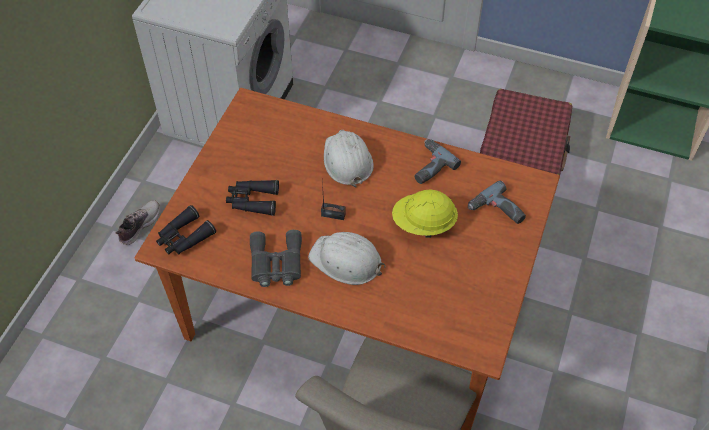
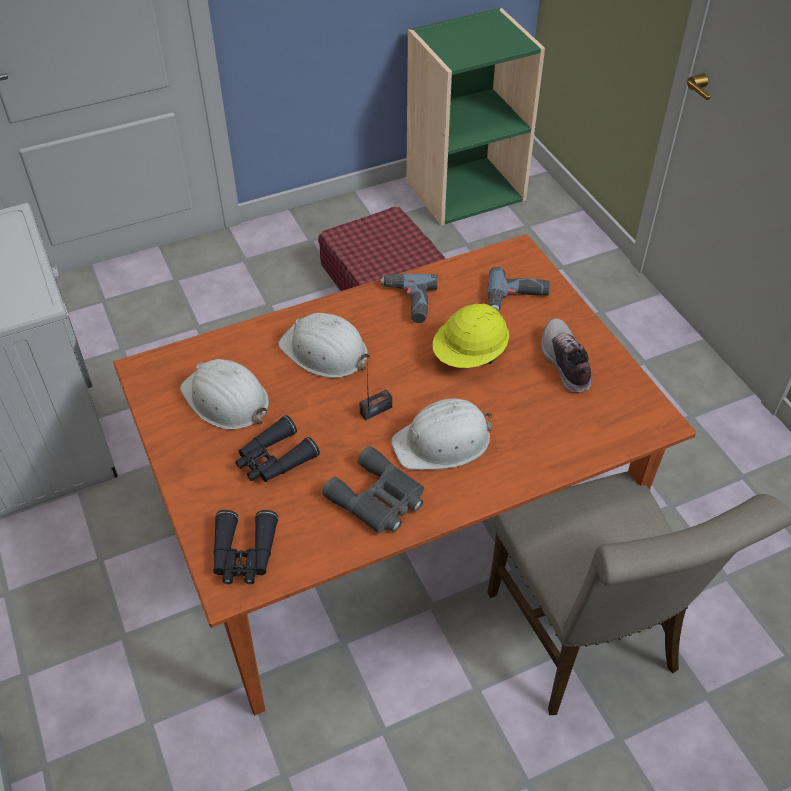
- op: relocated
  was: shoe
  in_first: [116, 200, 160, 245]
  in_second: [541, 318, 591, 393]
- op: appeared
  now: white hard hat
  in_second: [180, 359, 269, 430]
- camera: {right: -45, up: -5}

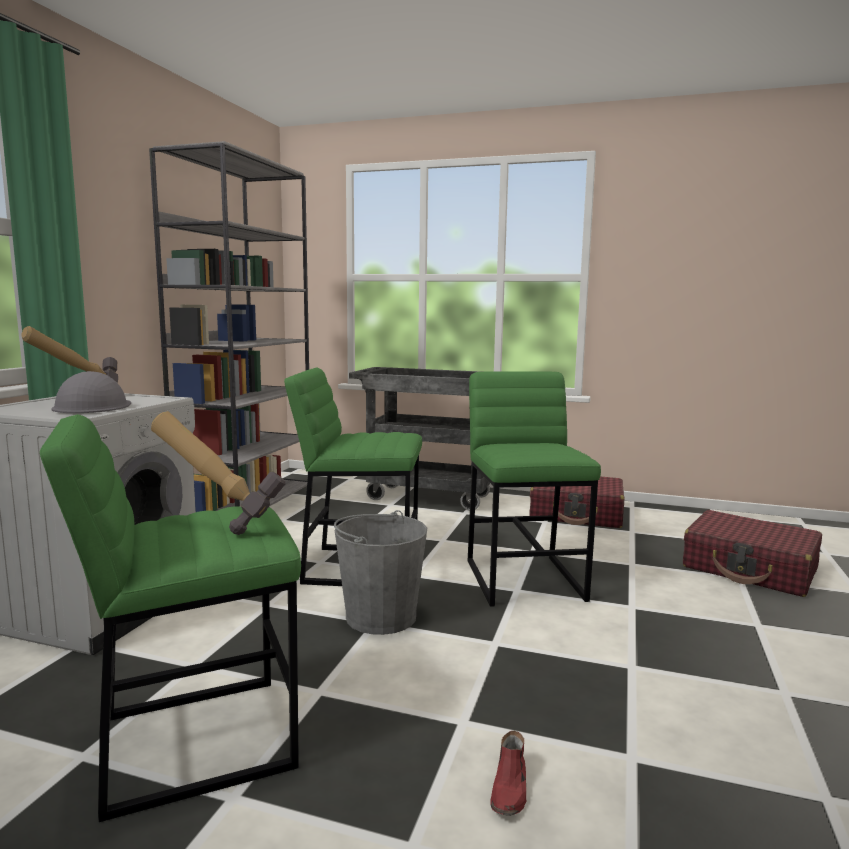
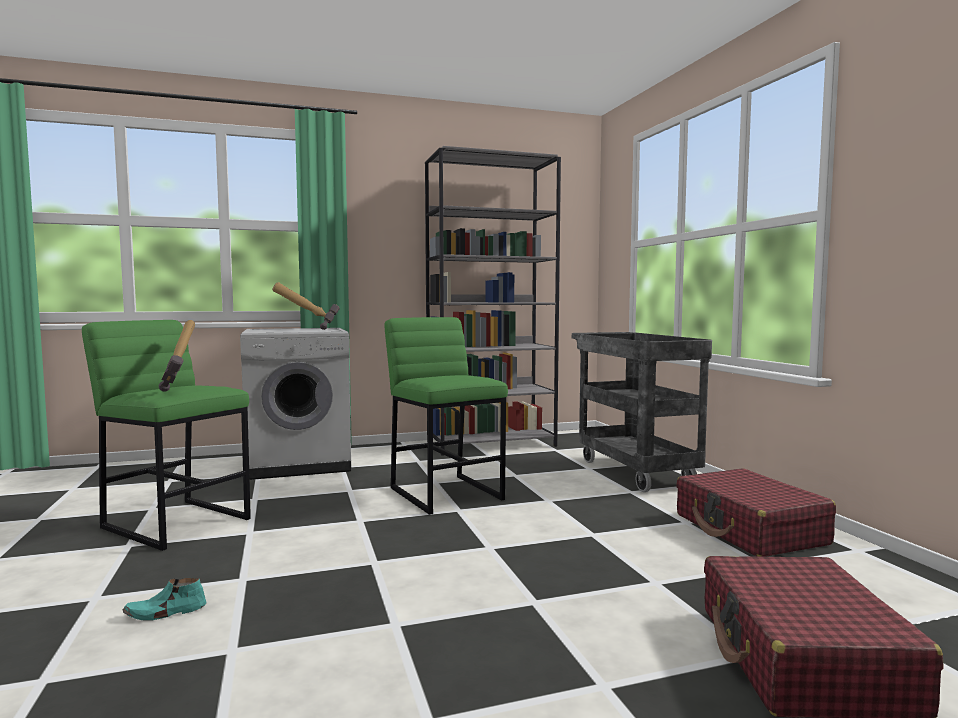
- op: missing
  was: grey hard hat
  in_first: [51, 371, 131, 413]
- op: missing
  was: green stool
  in_first: [468, 371, 601, 607]
- op: missing
  was: grey bucket
  in_first: [334, 510, 427, 635]
- op: colour
  was: red shoe
  now: turquoise shoe
  in_first: [490, 730, 526, 816]
  in_second: [123, 578, 206, 620]
- camera: {right: 55, up: -5}

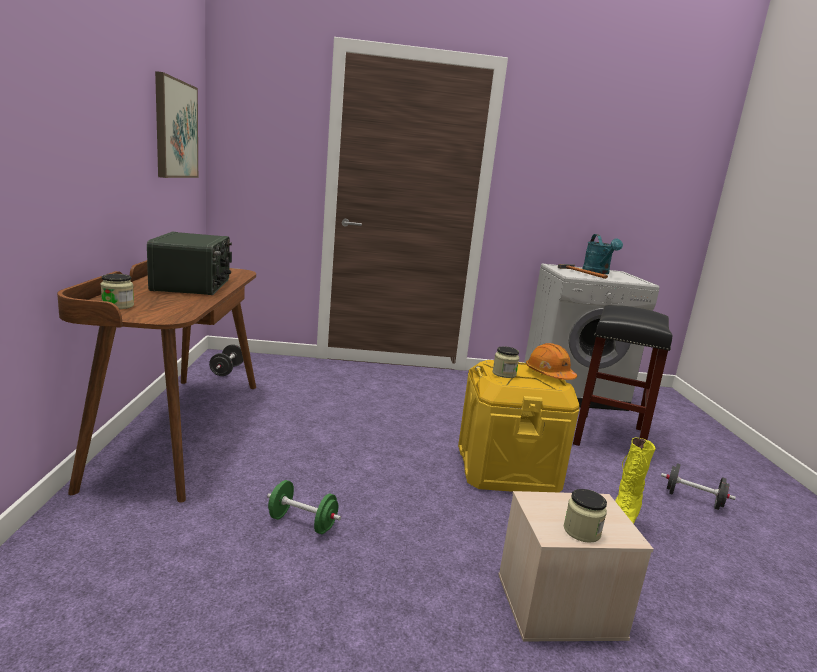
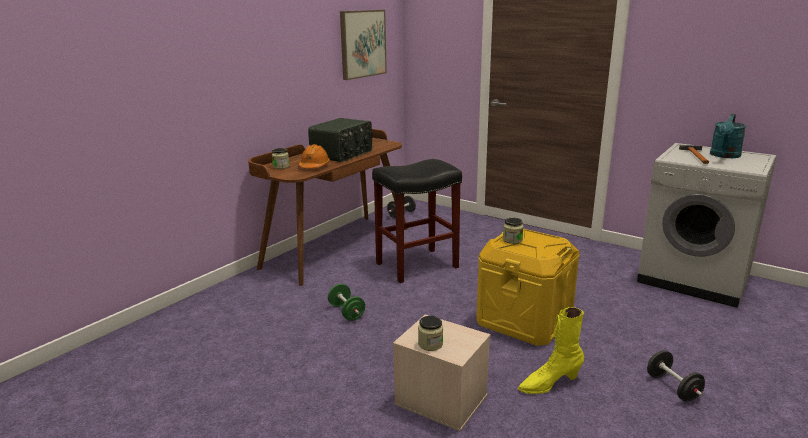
- op: relocated
  was: black stool
  in_first: [573, 305, 672, 446]
  in_second: [372, 159, 462, 283]
- op: relocated
  was: orange hard hat
  in_first: [526, 343, 577, 380]
  in_second: [299, 144, 330, 168]
- camera: {right: 40, up: 5}

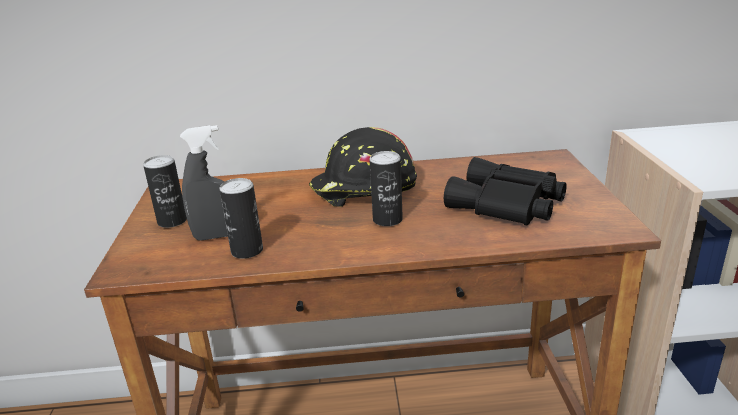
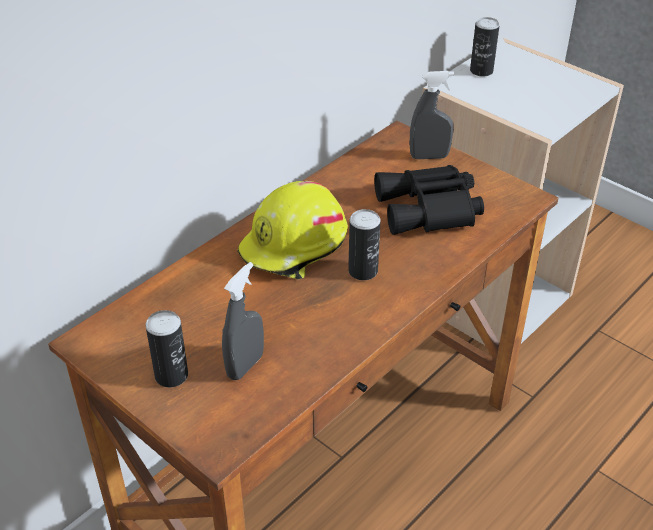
- op: colour
  was: black hard hat
  now: yellow hard hat
  in_first: [309, 127, 417, 207]
  in_second: [237, 181, 348, 279]
- op: relocated
  was: can
  in_first: [219, 178, 263, 259]
  in_second: [470, 17, 500, 77]
- op: appeared
  now: grey spray bottle
  in_second: [410, 71, 454, 159]
- camera: {right: -45, up: 15}

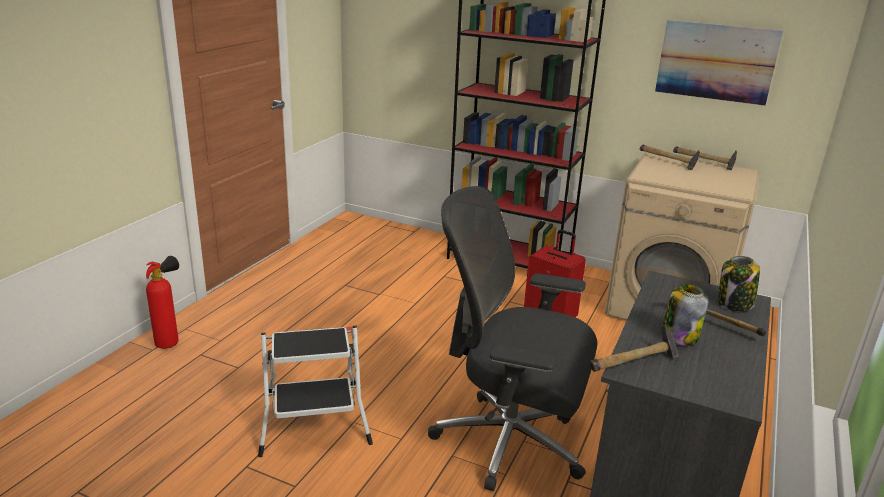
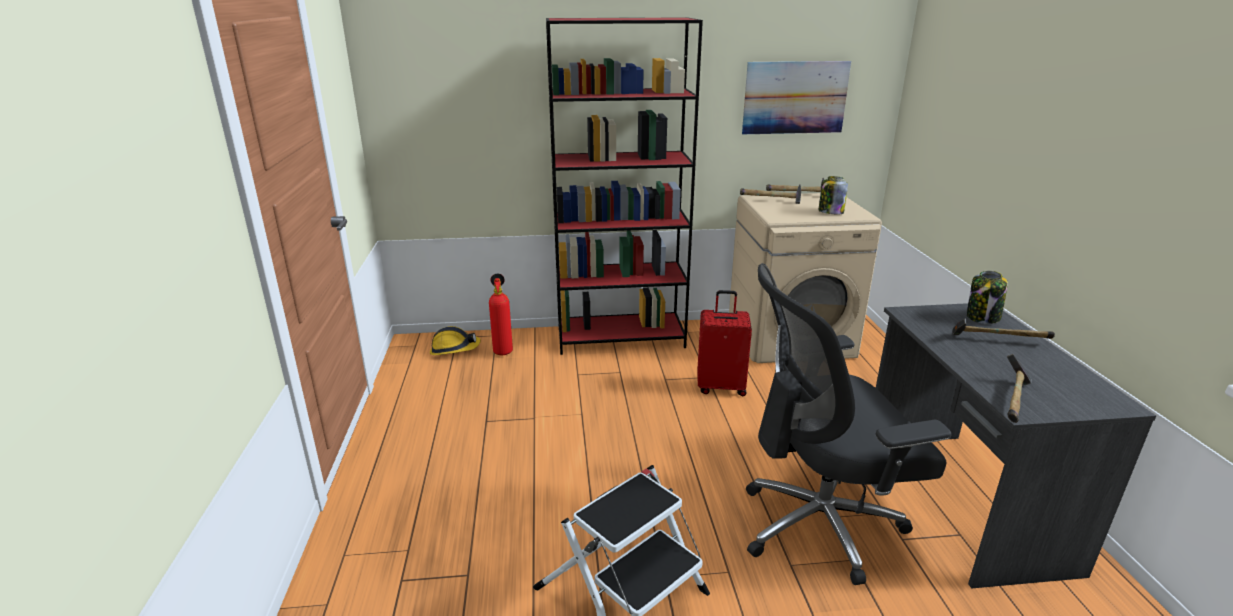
- op: relocated
  was: fire extinguisher
  in_first: [146, 256, 179, 349]
  in_second: [489, 274, 513, 355]
- op: relocated
  was: jar
  in_first: [661, 284, 709, 346]
  in_second: [818, 176, 848, 214]
- op: appeared
  now: hard hat
  in_second: [430, 326, 481, 355]
- camera: {right: -30, up: 0}

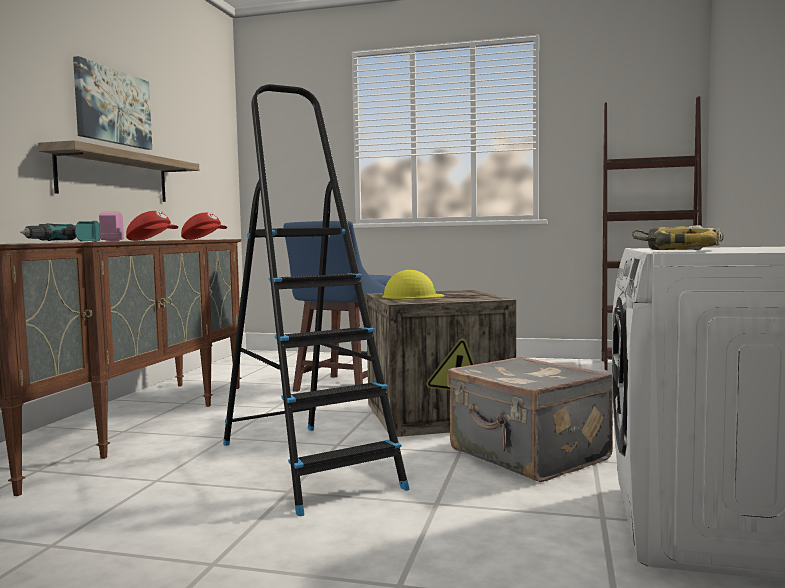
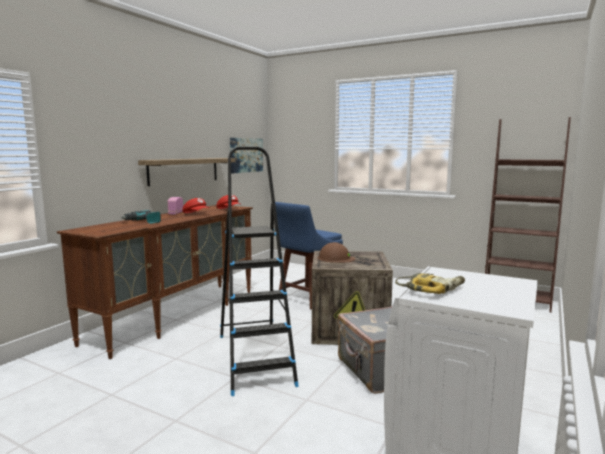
- op: relocated
  was: picture
  in_first: [73, 56, 152, 150]
  in_second: [230, 138, 263, 173]
- op: colour
  was: yellow hard hat
  now: brown hard hat
  in_first: [382, 270, 444, 299]
  in_second: [318, 242, 355, 263]
- camera: {right: 15, up: 5}

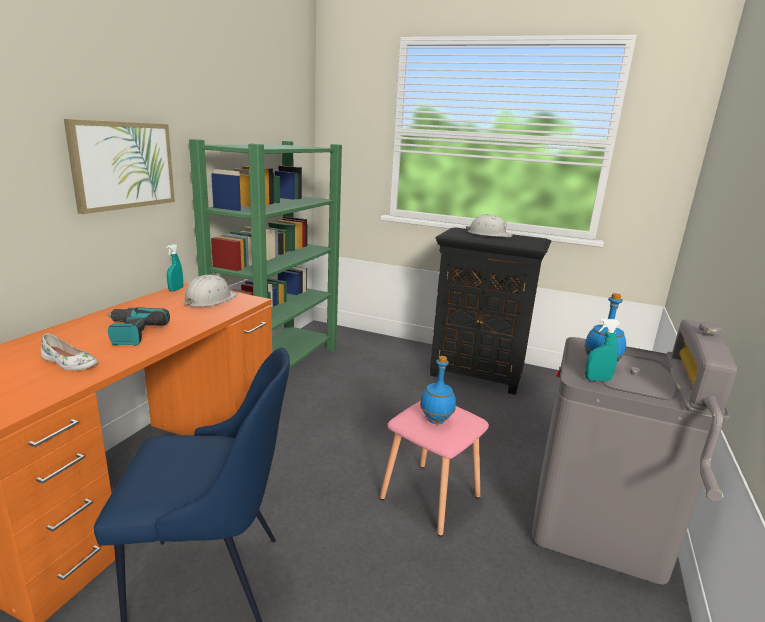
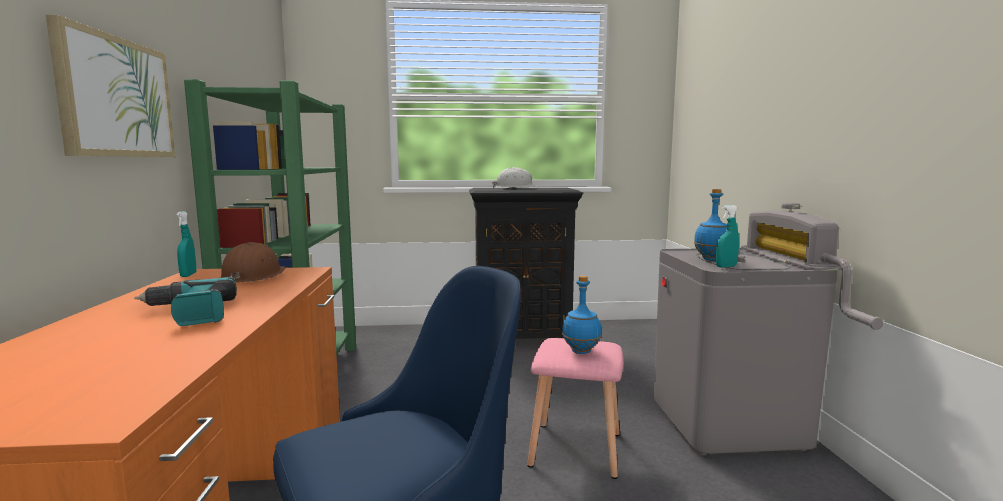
- op: colour
  was: white hard hat
  now: brown hard hat
  in_first: [183, 275, 238, 307]
  in_second: [221, 242, 286, 283]
- op: missing
  was: white shoe
  in_first: [41, 333, 98, 370]
- camera: {right: -25, up: -10}

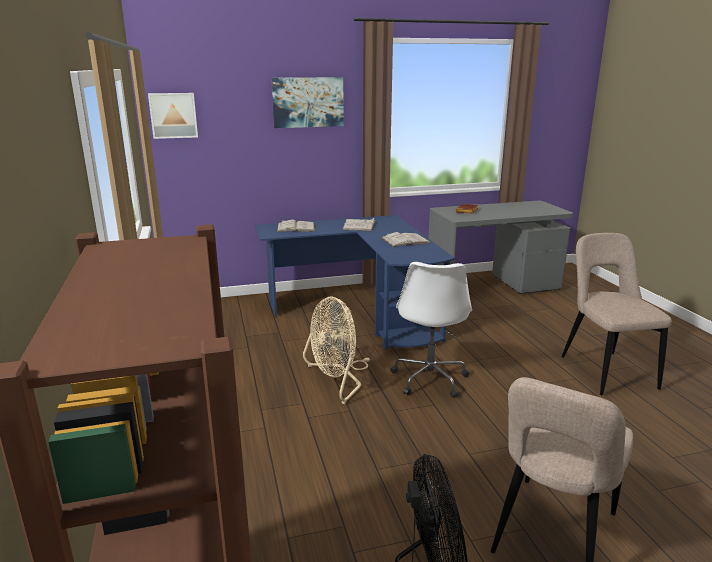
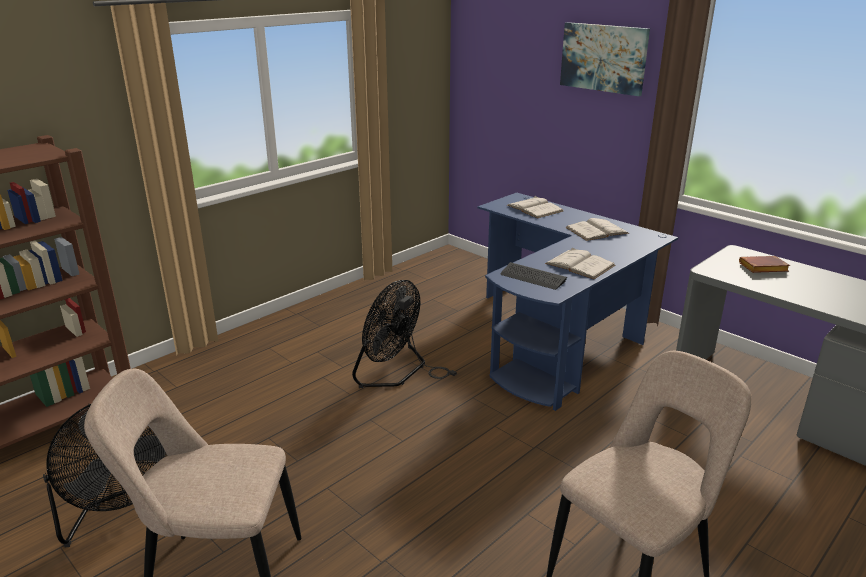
- op: missing
  was: picture
  in_first: [148, 93, 198, 139]
- op: missing
  was: white office chair
  in_first: [390, 262, 472, 398]
- op: colour
  was: beige fan
  now: black fan
  in_first: [303, 297, 370, 404]
  in_second: [352, 280, 457, 388]
- op: appeared
  now: keyboard
  in_second: [500, 262, 567, 290]
- camera: {right: 60, up: 5}

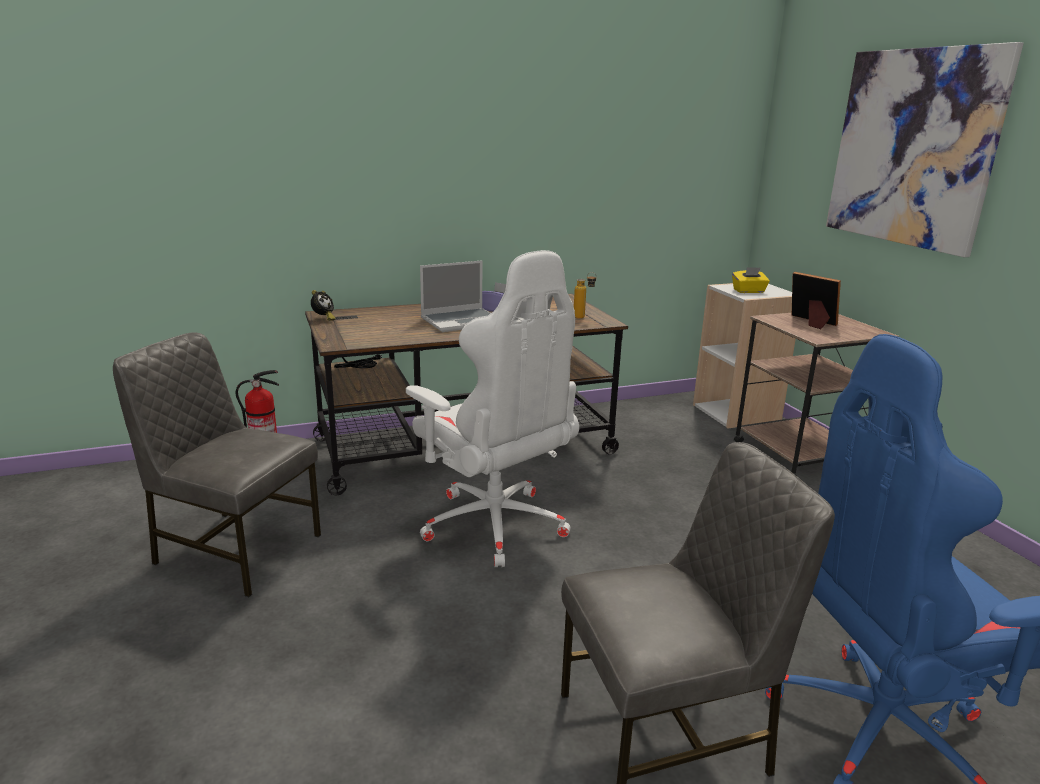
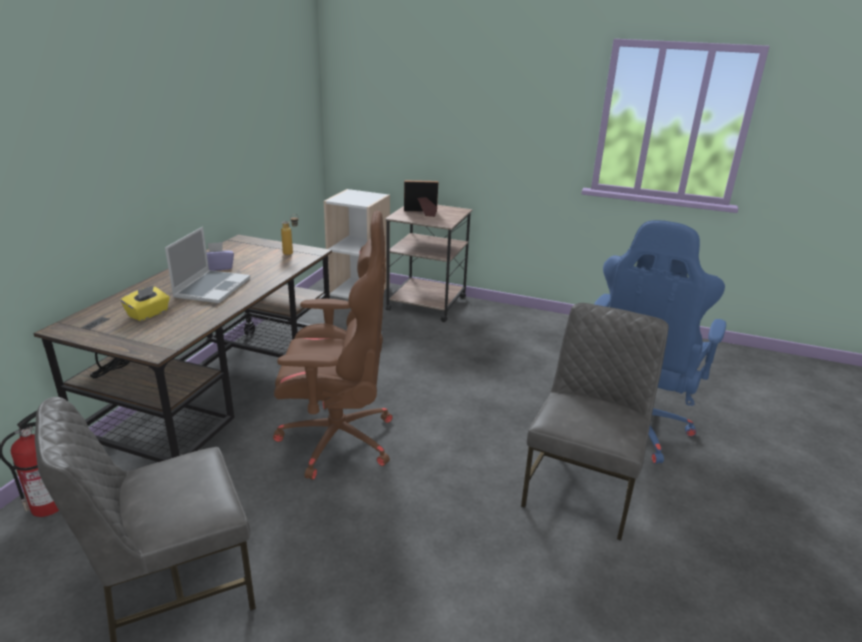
- op: missing
  was: picture
  in_first: [826, 42, 1023, 257]
- op: colour
  was: white office chair
  now: brown office chair
  in_first: [406, 250, 579, 567]
  in_second: [273, 210, 393, 480]
- op: relocated
  was: yellow tissue box
  in_first: [732, 267, 770, 293]
  in_second: [121, 285, 170, 321]
- op: missing
  was: alarm clock
  in_first: [311, 290, 336, 321]
- camera: {right: -50, up: 5}

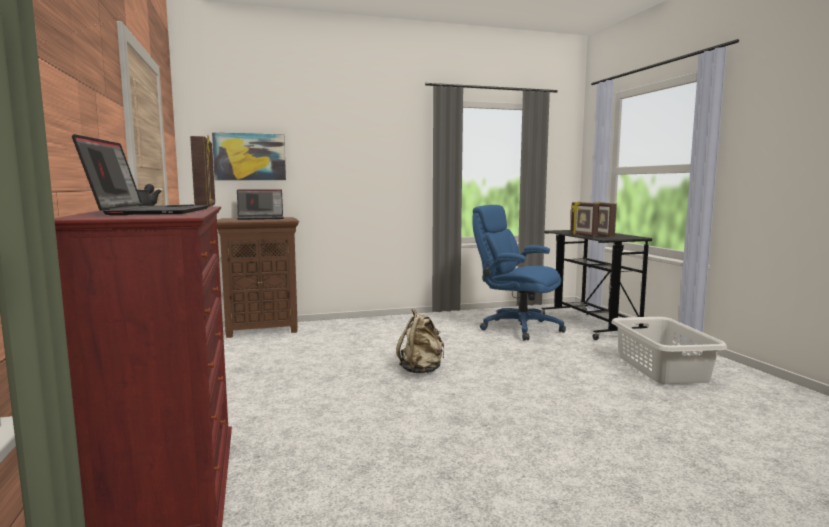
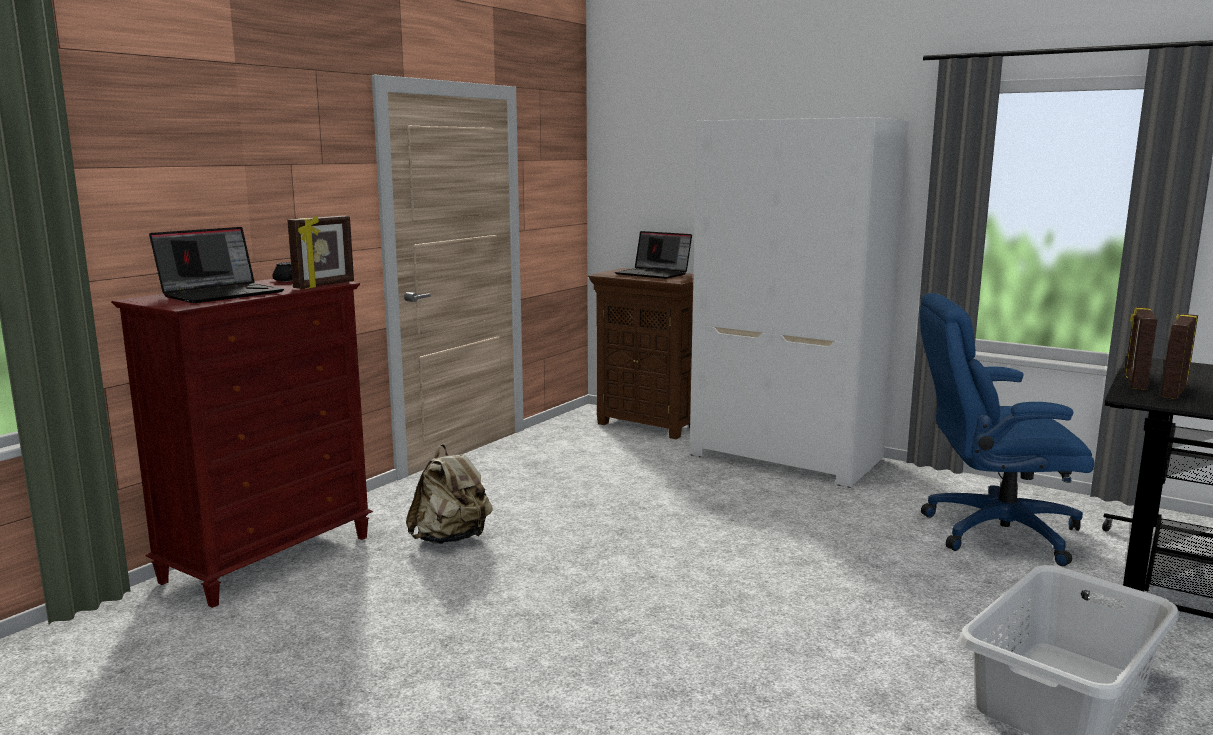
- op: missing
  was: picture
  in_first: [212, 133, 286, 180]
- op: spun
  was: blue office chair
  in_first: [473, 205, 566, 341]
  in_second: [920, 293, 1094, 566]
  clockwise: -75
- op: relocated
  was: beige backpack
  in_first: [396, 308, 444, 373]
  in_second: [406, 444, 493, 544]
- op: appeared
  now: white wardrobe
  in_second: [689, 117, 909, 488]
- camera: {right: 50, up: 5}

